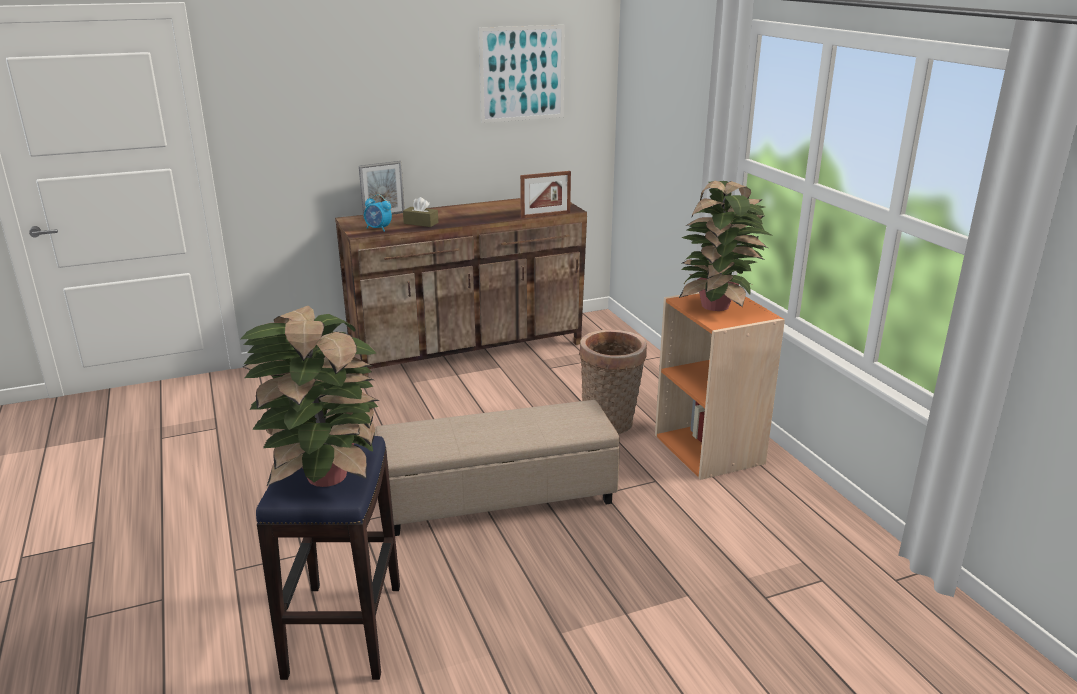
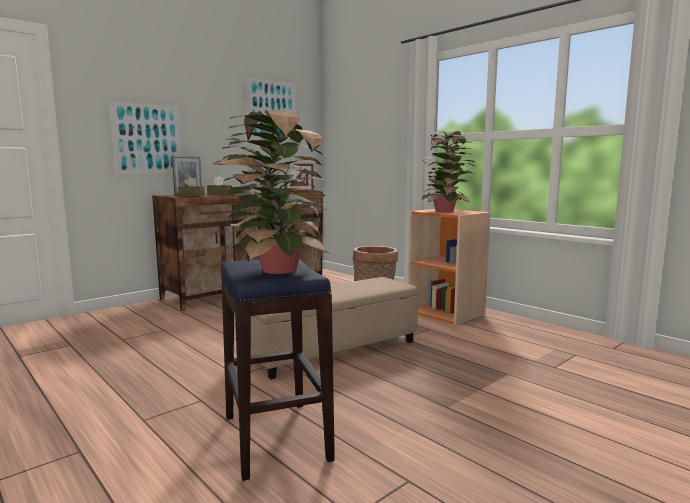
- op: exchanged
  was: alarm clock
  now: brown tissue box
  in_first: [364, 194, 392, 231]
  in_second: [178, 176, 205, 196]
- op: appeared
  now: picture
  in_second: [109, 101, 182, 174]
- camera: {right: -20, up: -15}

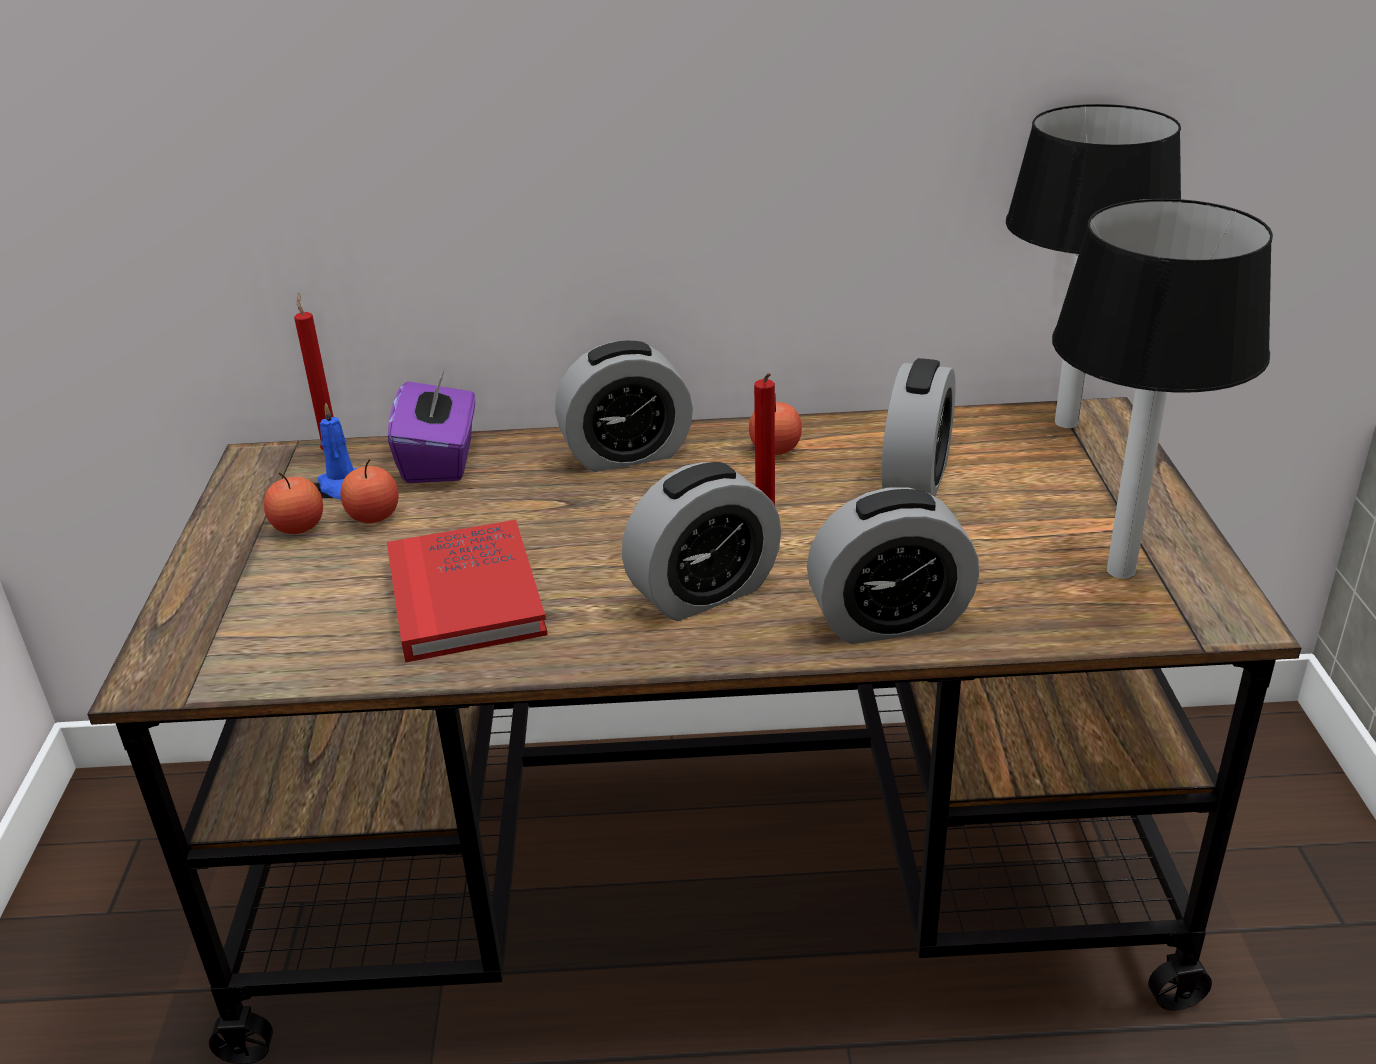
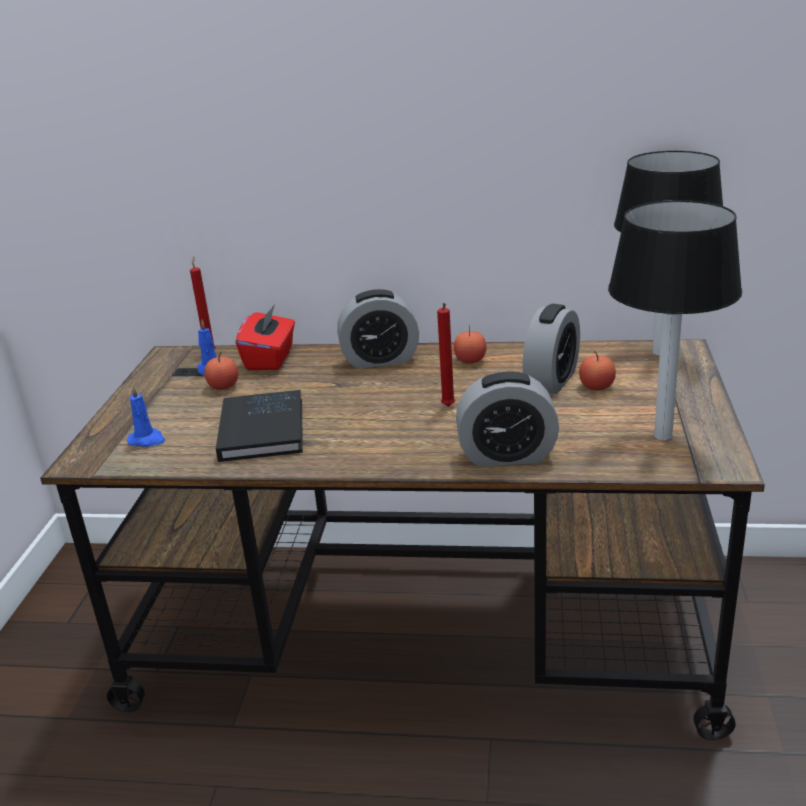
- op: colour
  was: purple tissue box
  now: red tissue box
  in_first: [388, 369, 475, 483]
  in_second: [236, 304, 295, 370]
- op: missing
  was: alarm clock
  in_first: [622, 462, 781, 621]
- op: relocated
  was: apple
  in_first: [264, 473, 323, 534]
  in_second: [579, 351, 616, 391]
- op: colour
  was: red book
  now: black book
  in_first: [387, 520, 548, 663]
  in_second: [216, 390, 303, 462]
- op: appeared
  now: blue candle
  in_second: [127, 385, 165, 447]
- camera: {right: 10, up: -5}

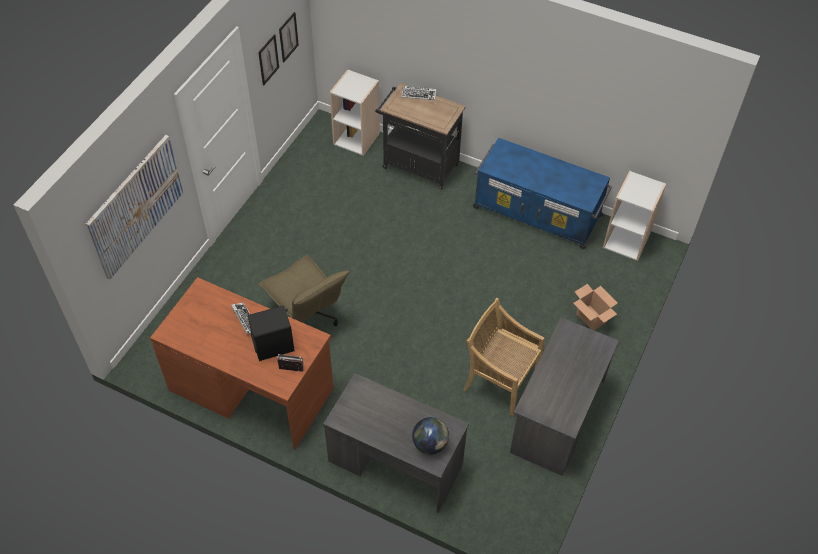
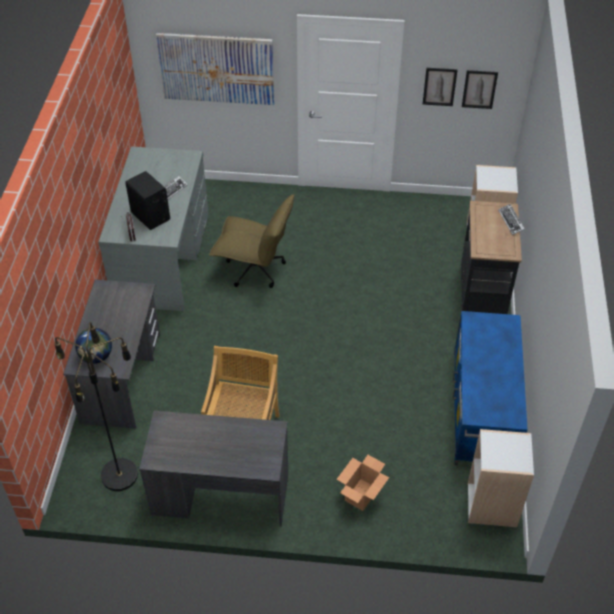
- op: spun
  was: beige office chair
  in_first: [258, 255, 350, 326]
  in_second: [209, 194, 295, 288]
  clockwise: -105
- op: colour
  was: brown desk
  now: grey desk
  in_first: [150, 277, 334, 450]
  in_second: [98, 146, 208, 311]
- op: appeared
  now: floor lamp
  in_second: [54, 322, 138, 491]
- camera: {right: 70, up: -5}

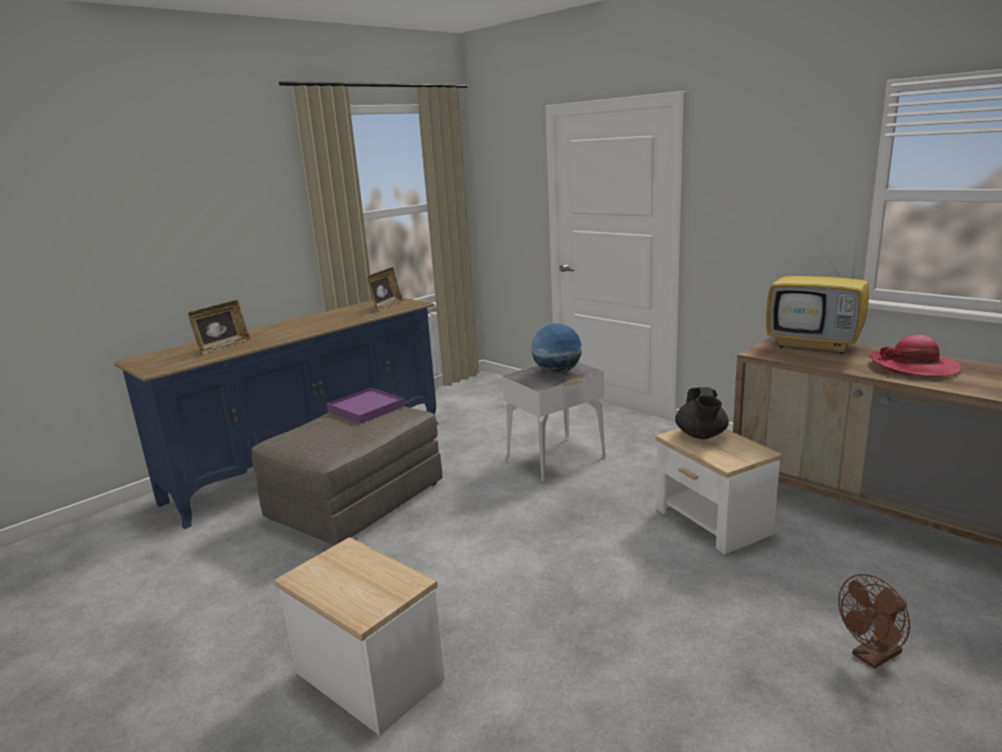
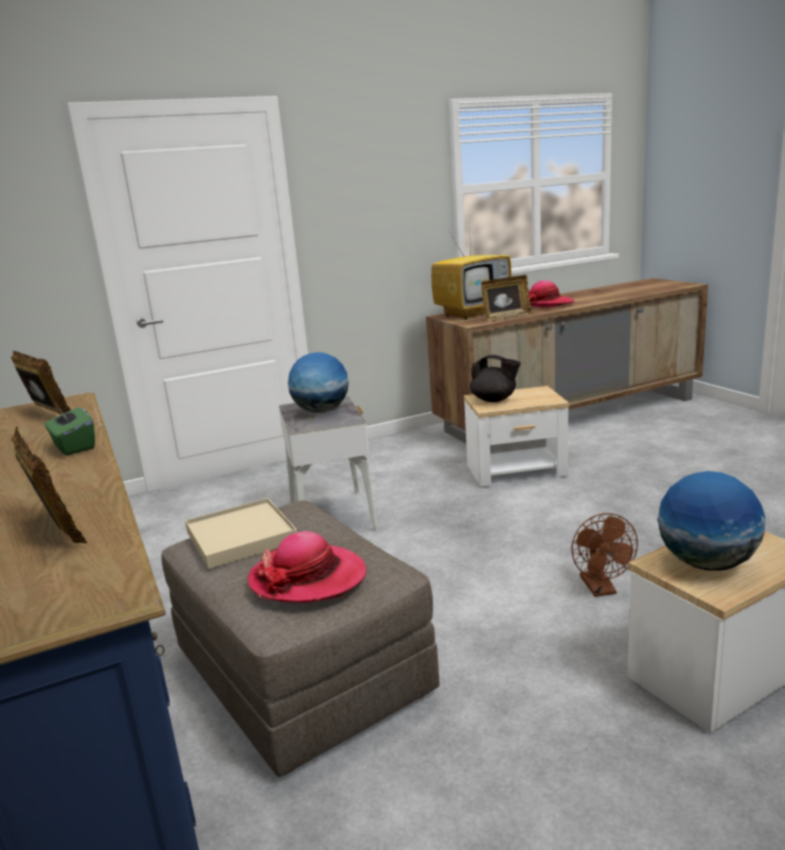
- op: colour
  was: purple tray
  now: beige tray
  in_first: [327, 388, 405, 424]
  in_second: [185, 498, 297, 569]
- op: relocated
  was: brown fan
  in_first: [838, 574, 910, 669]
  in_second: [572, 513, 638, 597]
- op: appeared
  now: picture frame
  in_second: [481, 275, 532, 321]
- op: appeared
  now: green tissue box
  in_second: [44, 404, 95, 455]
- op: appeared
  now: globe
  in_second: [658, 471, 765, 571]
- op: appeared
  now: hat
  in_second: [248, 531, 366, 603]
- camera: {right: -70, up: 0}

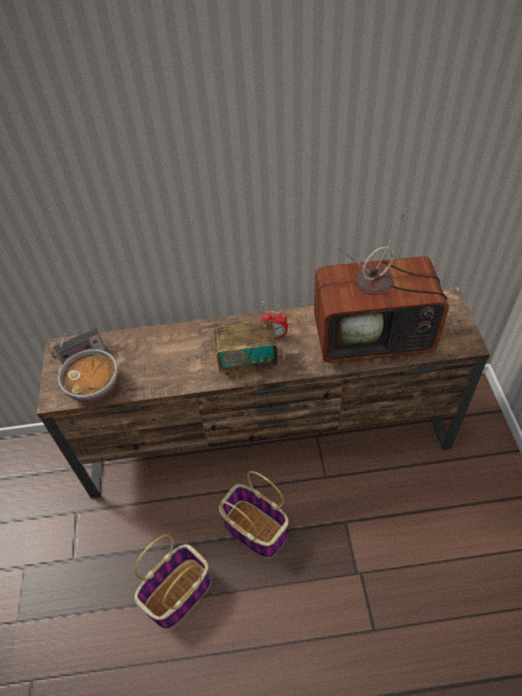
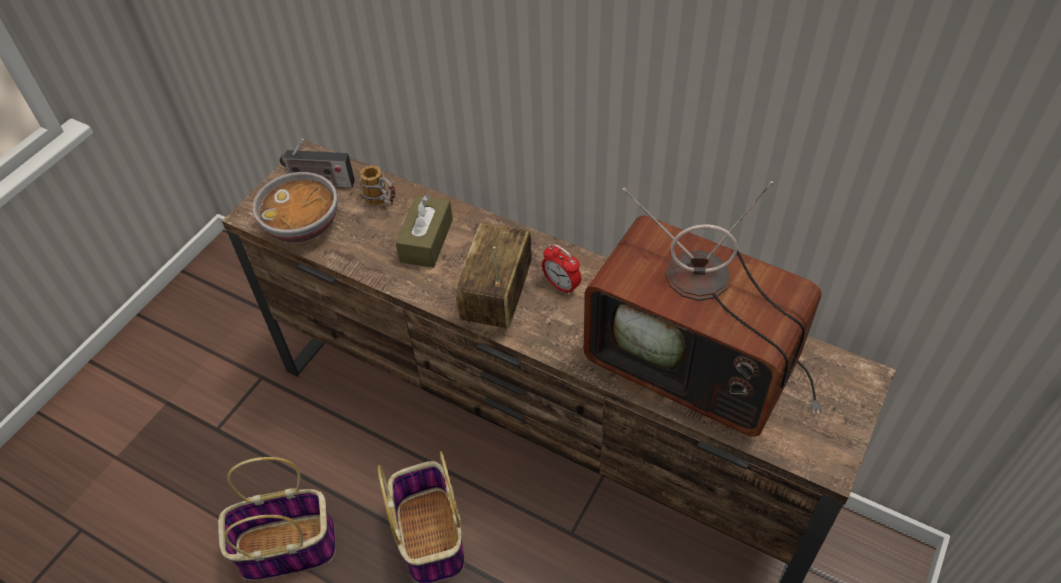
- op: spun
  was: radio
  in_first: [214, 302, 278, 375]
  in_second: [455, 223, 532, 331]
  clockwise: 75
- op: appeared
  now: mug
  in_second: [360, 165, 396, 205]
- op: appeared
  now: brown tissue box
  in_second: [396, 195, 453, 268]
- camera: {right: 35, up: 0}

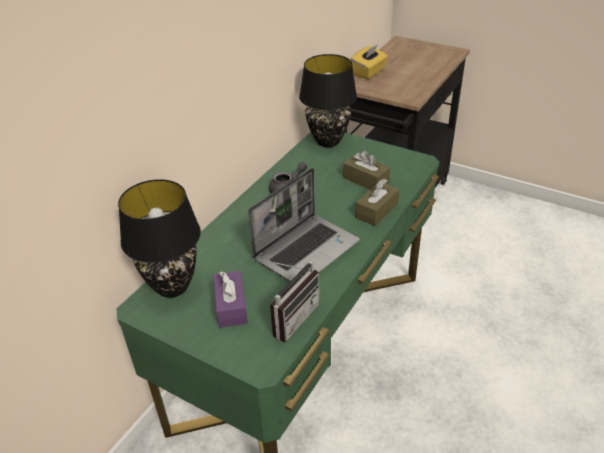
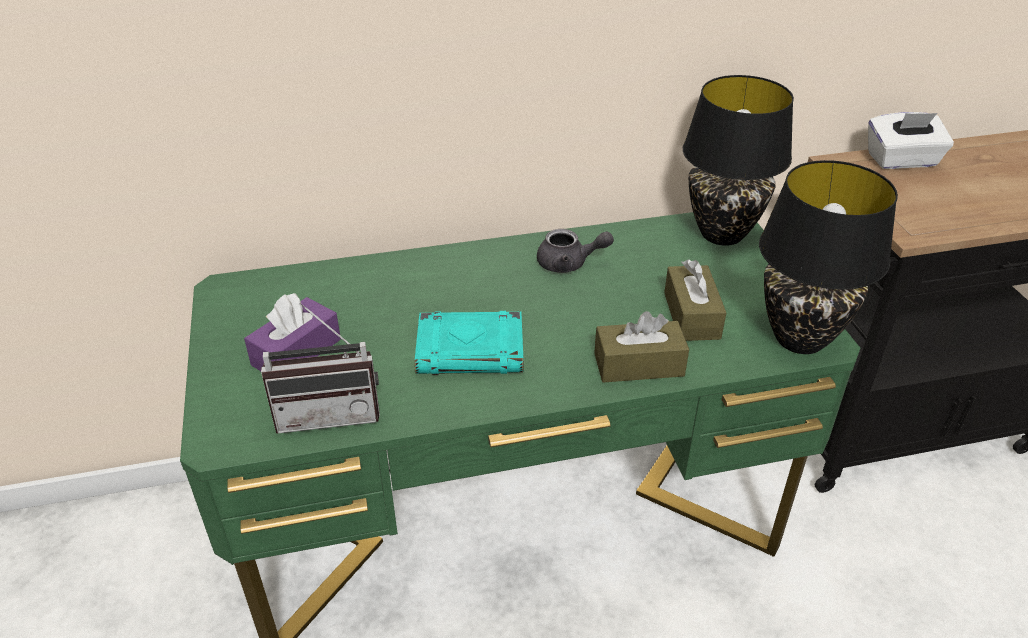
- op: colour
  was: yellow tissue box
  now: white tissue box
  in_first: [351, 45, 388, 79]
  in_second: [868, 112, 954, 169]
- op: exchanged
  was: laptop
  now: turquoise book
  in_first: [248, 168, 360, 282]
  in_second: [415, 311, 523, 375]
- op: relocated
  was: black table lamp
  in_first: [118, 179, 201, 298]
  in_second: [759, 160, 898, 354]
- camera: {right: 45, up: 0}

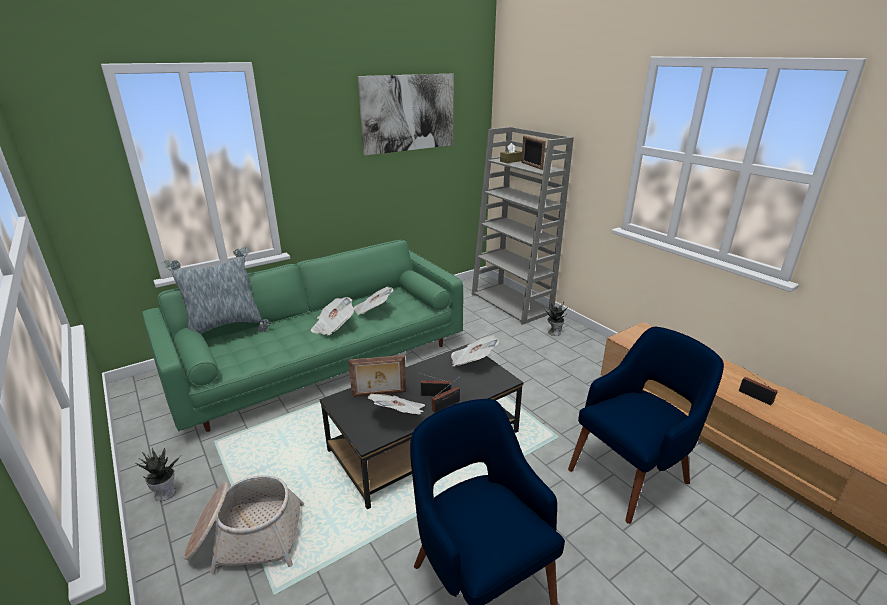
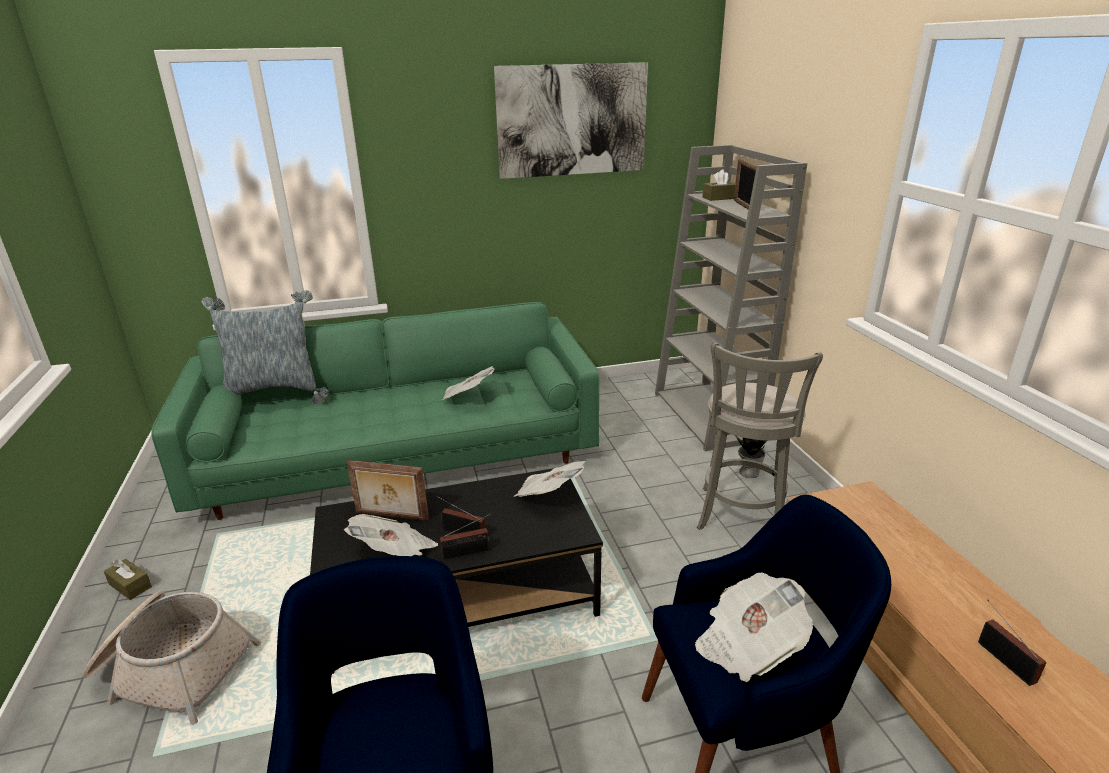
- op: relocated
  was: newspaper
  in_first: [311, 297, 354, 335]
  in_second: [695, 572, 813, 682]
- op: exchanged
  was: potted plant
  now: brown tissue box
  in_first: [136, 448, 181, 501]
  in_second: [104, 559, 152, 600]
- op: appeared
  now: grey stool
  in_second: [697, 342, 823, 530]
- camera: {right: 20, up: 0}

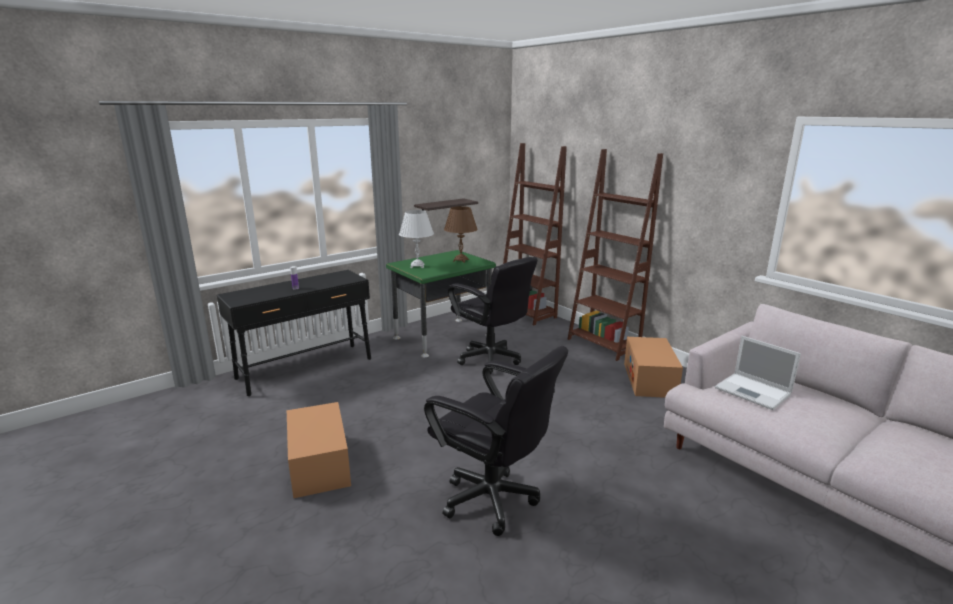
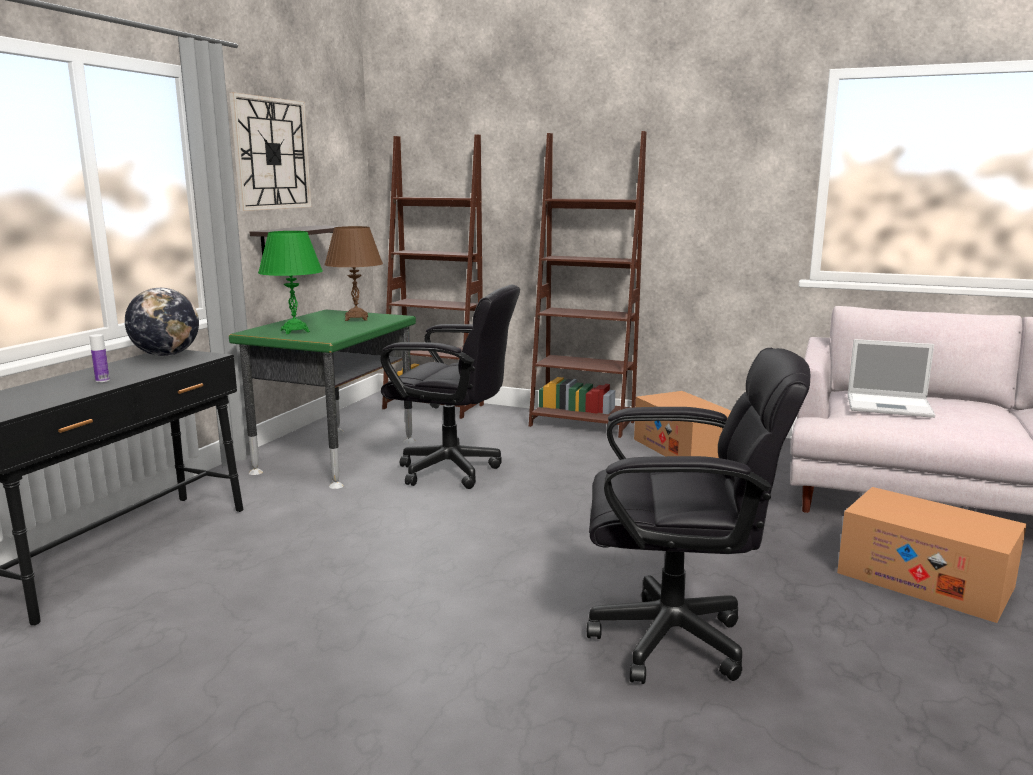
- op: colour
  was: white table lamp
  now: green table lamp
  in_first: [399, 210, 434, 268]
  in_second: [258, 231, 323, 334]
- op: relocated
  was: cardboard box
  in_first: [287, 402, 351, 499]
  in_second: [837, 487, 1027, 623]
- op: appeared
  now: wall clock
  in_second: [229, 92, 311, 211]
- op: appeared
  now: globe
  in_second: [125, 288, 199, 356]
- camera: {right: -30, up: -5}

